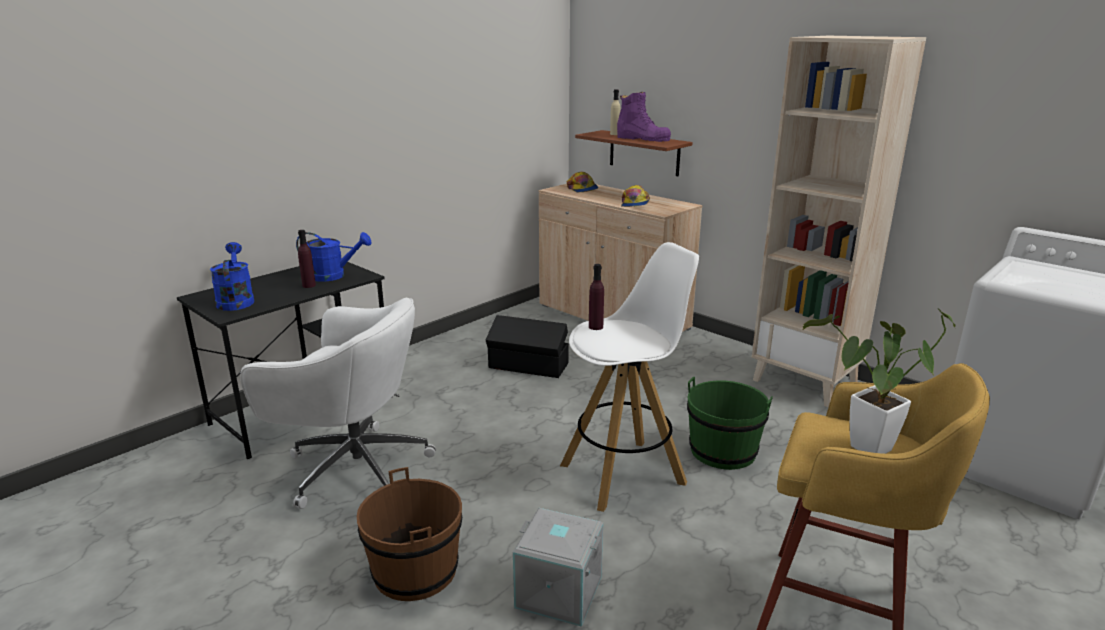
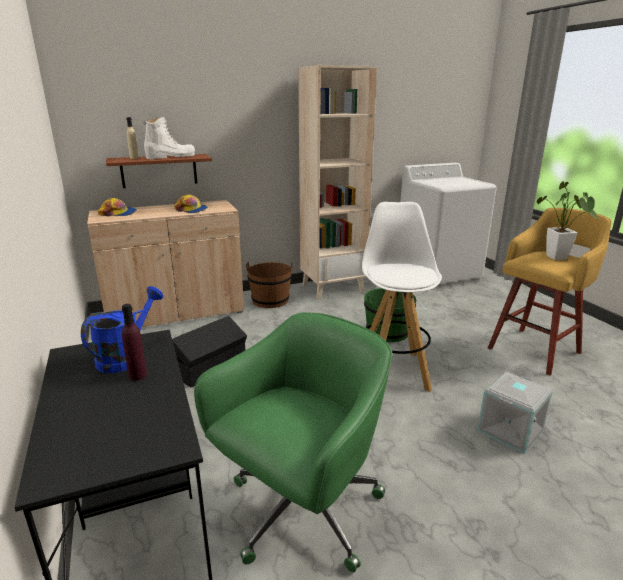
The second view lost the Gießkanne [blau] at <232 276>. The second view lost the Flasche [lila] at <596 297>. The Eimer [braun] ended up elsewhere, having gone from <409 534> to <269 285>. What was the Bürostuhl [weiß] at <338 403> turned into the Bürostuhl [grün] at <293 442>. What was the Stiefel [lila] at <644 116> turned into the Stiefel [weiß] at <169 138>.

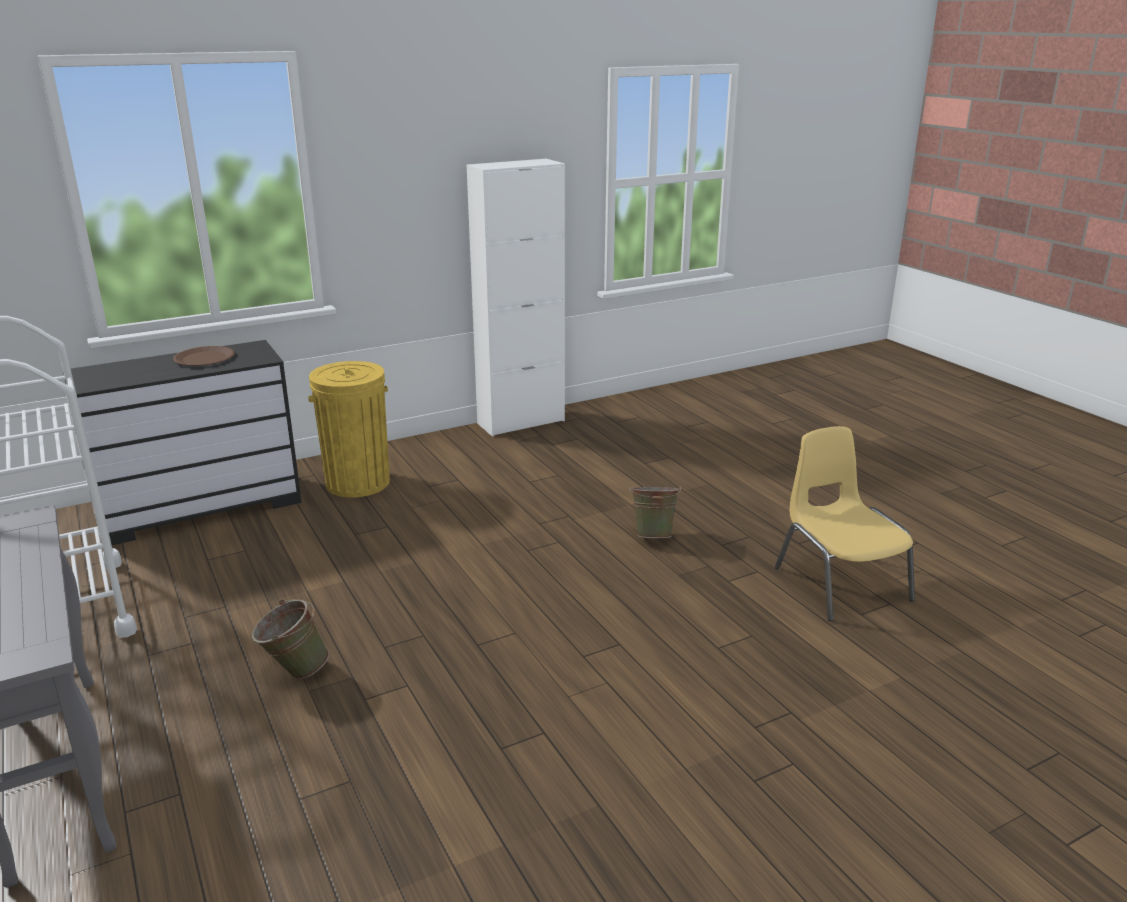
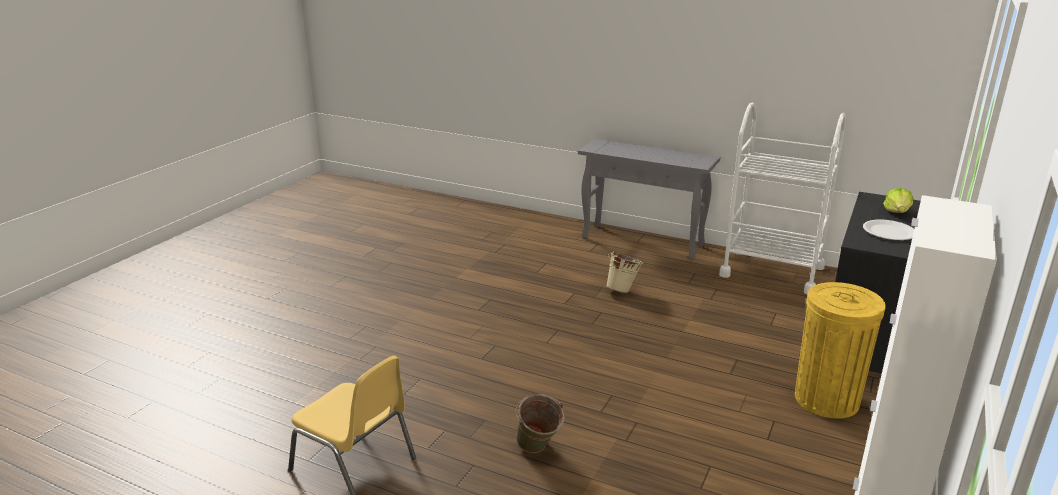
The second view gained the Salatkopf at <898 200>. What was the Teller [braun] at <204 356> turned into the Teller [weiß] at <888 229>. What was the Eimer [grün] at <290 639> turned into the Eimer [beige] at <624 272>.

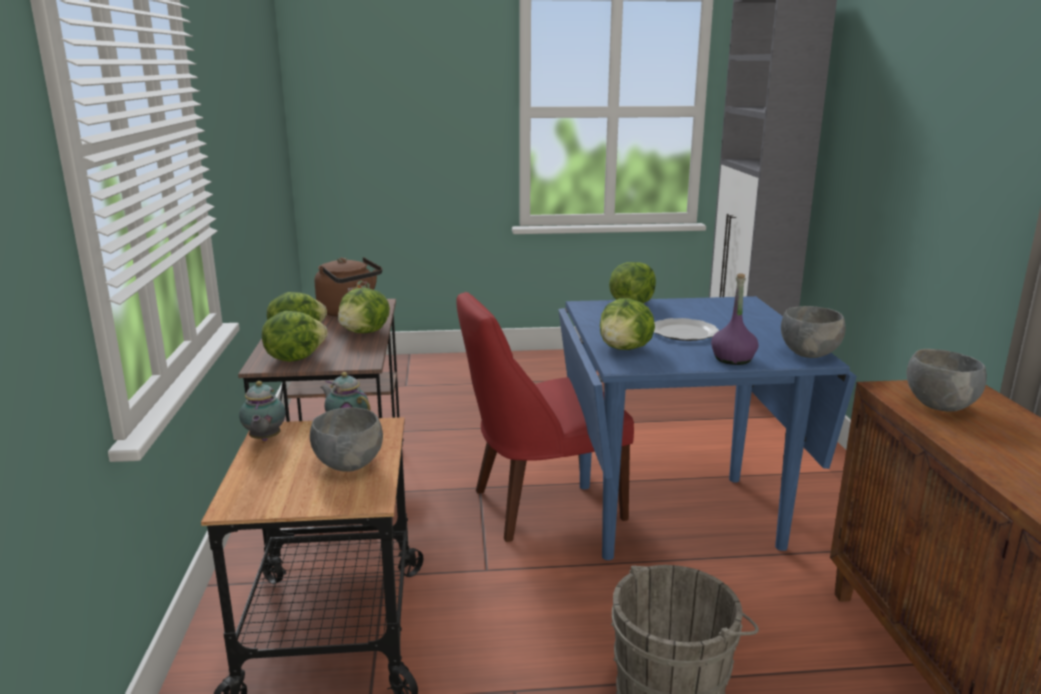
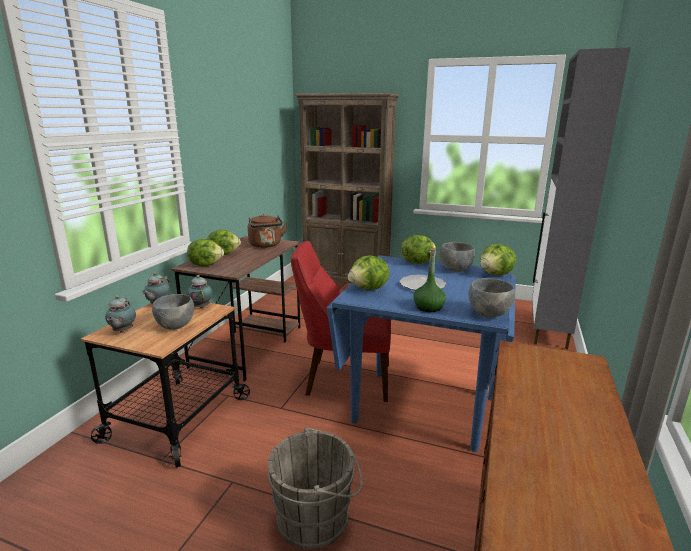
The second view gained the Teekanne at <120 314>. The second view gained the Bücherregal [braun] at <347 188>. The Salatkopf ended up elsewhere, having gone from <364 310> to <498 259>. The Schüssel [grau] ended up elsewhere, having gone from <946 380> to <457 257>. What was the Flasche [lila] at <735 319> turned into the Flasche [grün] at <429 280>.

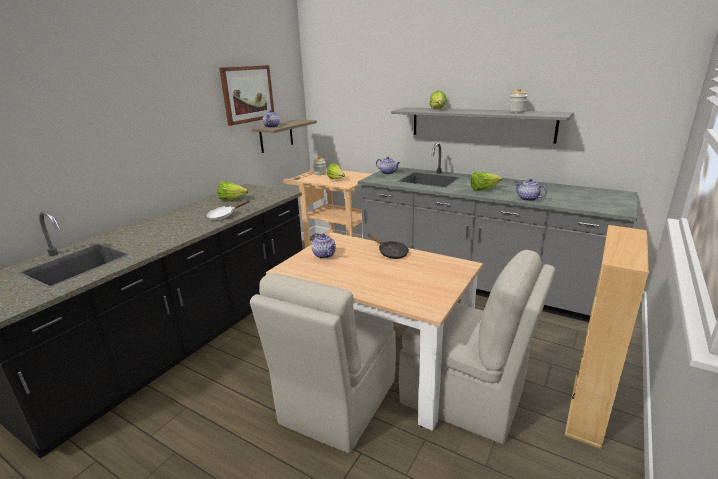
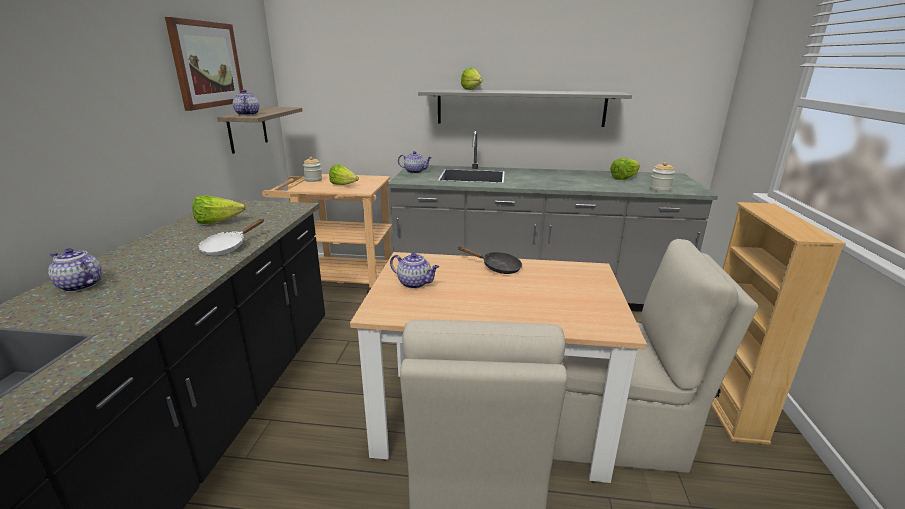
The Salatkopf ended up elsewhere, having gone from <486 181> to <625 169>. The Vorratsglas ended up elsewhere, having gone from <518 100> to <662 177>. The Teekanne ended up elsewhere, having gone from <530 190> to <75 270>.

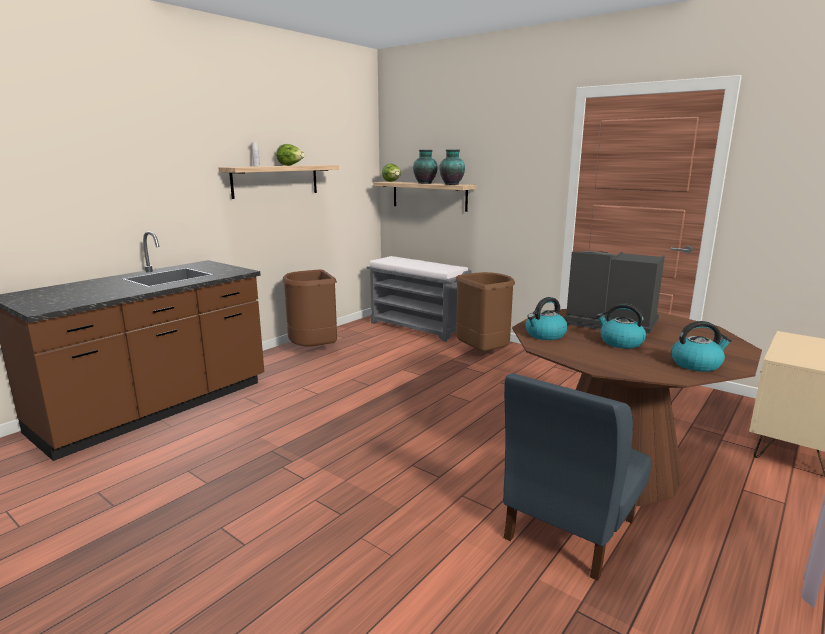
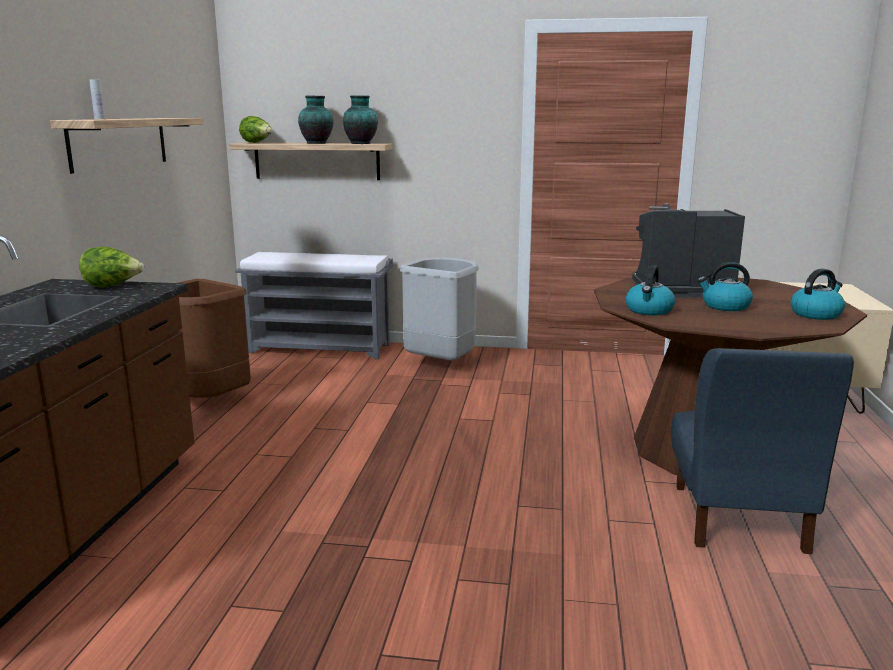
The Salatkopf ended up elsewhere, having gone from <290 155> to <112 267>. What was the Mülleimer [braun] at <485 312> turned into the Mülleimer [grau] at <439 309>.

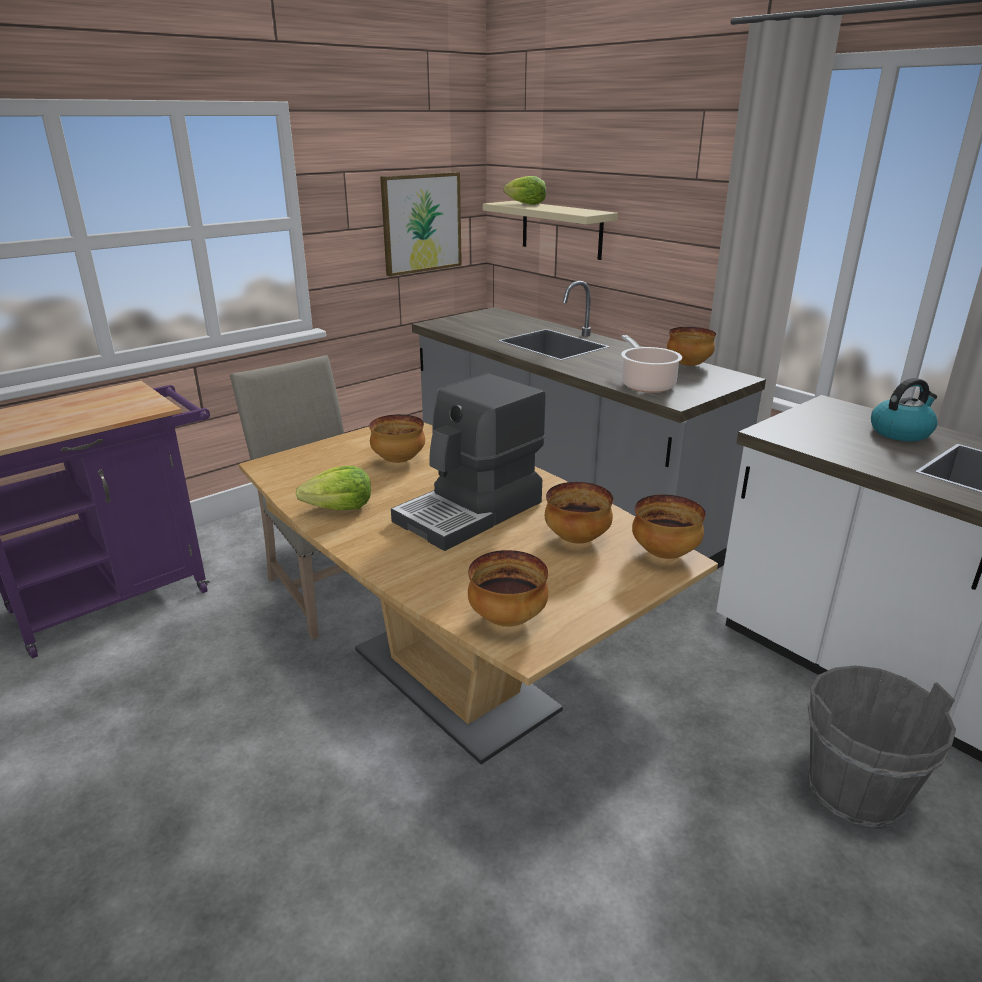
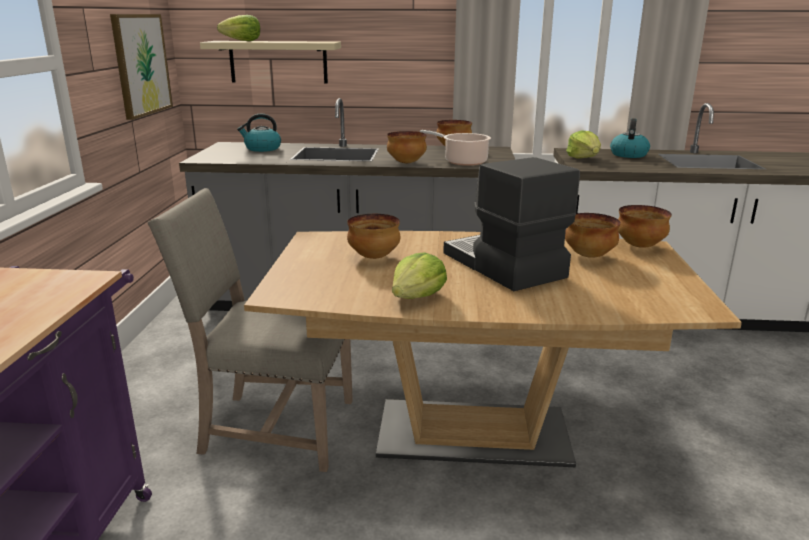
The second view lost the Eimer [grau] at <882 747>. The second view gained the Wasserkessel at <259 133>. The second view gained the Salatkopf at <583 144>. The Schüssel ended up elsewhere, having gone from <508 588> to <407 147>. The Kaffeemaschine at <468 462> ended up facing another way, 150 degrees clockwise from before.

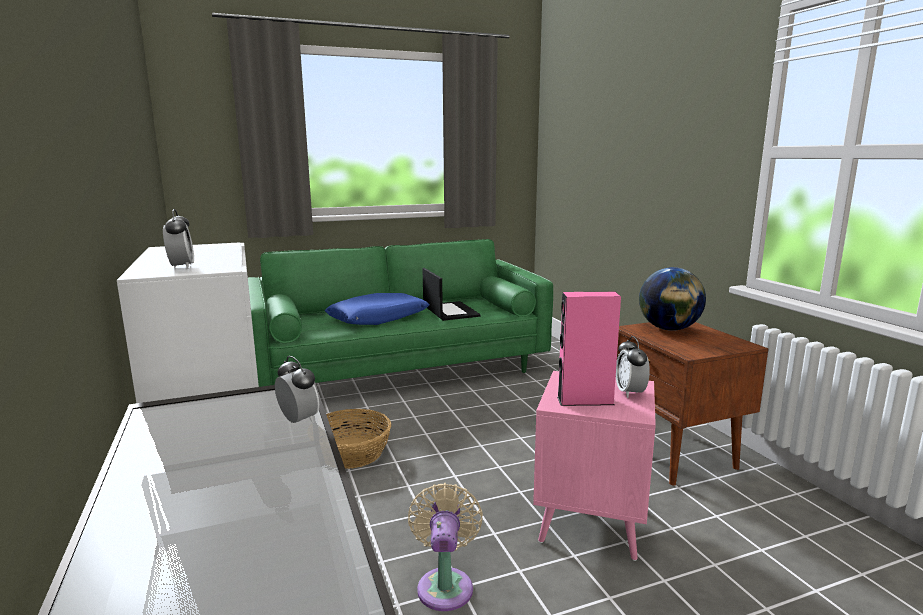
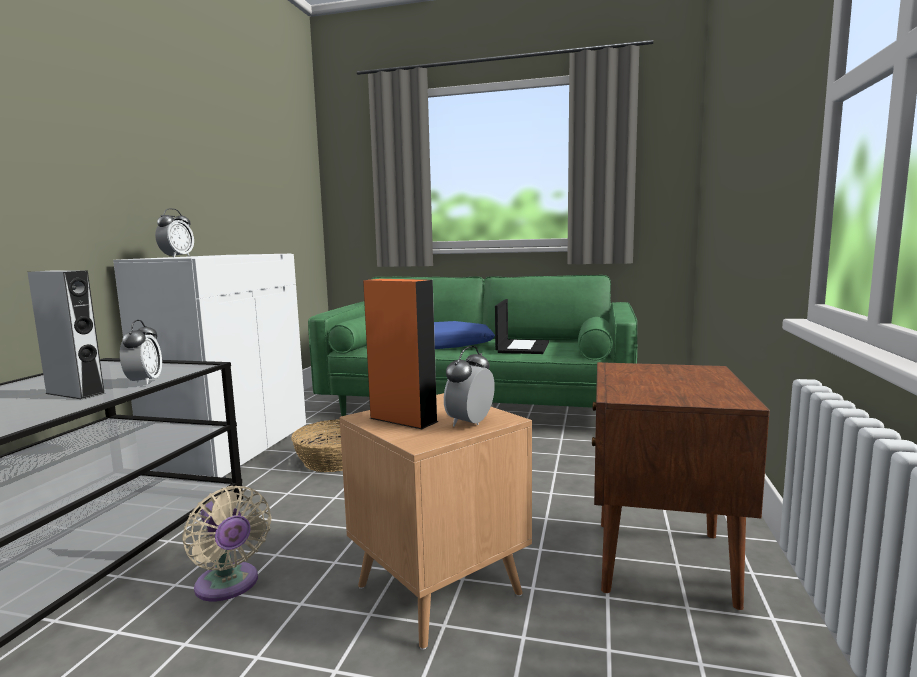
The second view lost the Globus at <672 299>. The second view gained the Lautsprecher [grau] at <66 335>. What was the Beistelltisch [rosa] at <594 466> turned into the Beistelltisch [braun] at <435 521>. What was the Lautsprecher [rosa] at <589 349> turned into the Lautsprecher [orange] at <401 354>. The Ventilator [beige] at <445 547> ended up facing another way, 105 degrees clockwise from before.

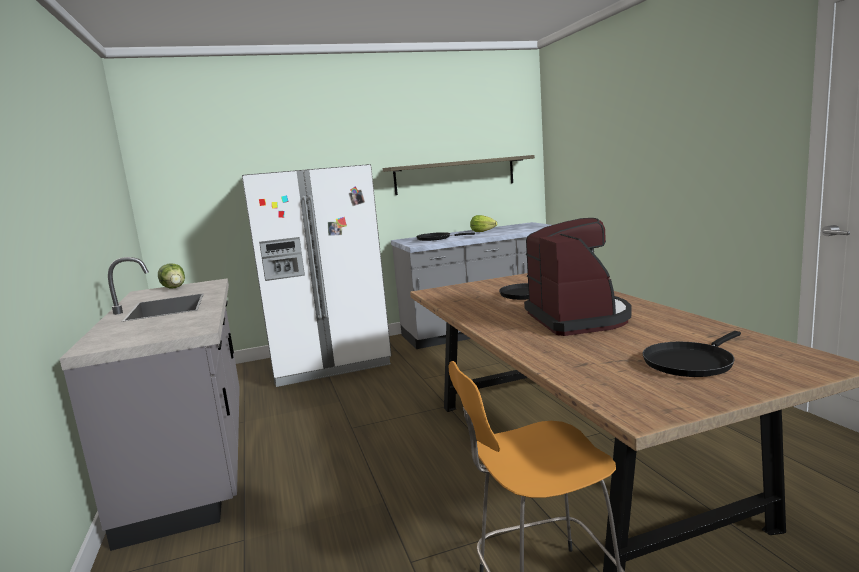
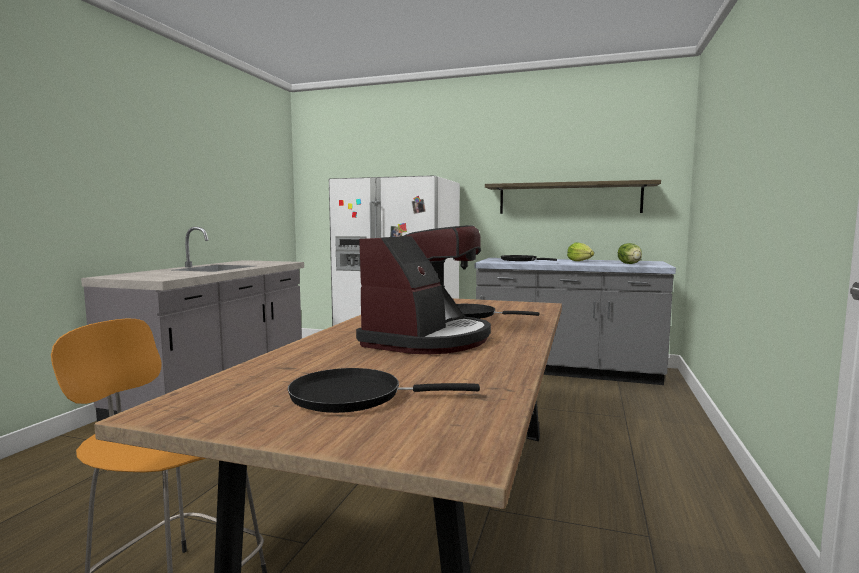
The Salatkopf ended up elsewhere, having gone from <171 276> to <630 253>.

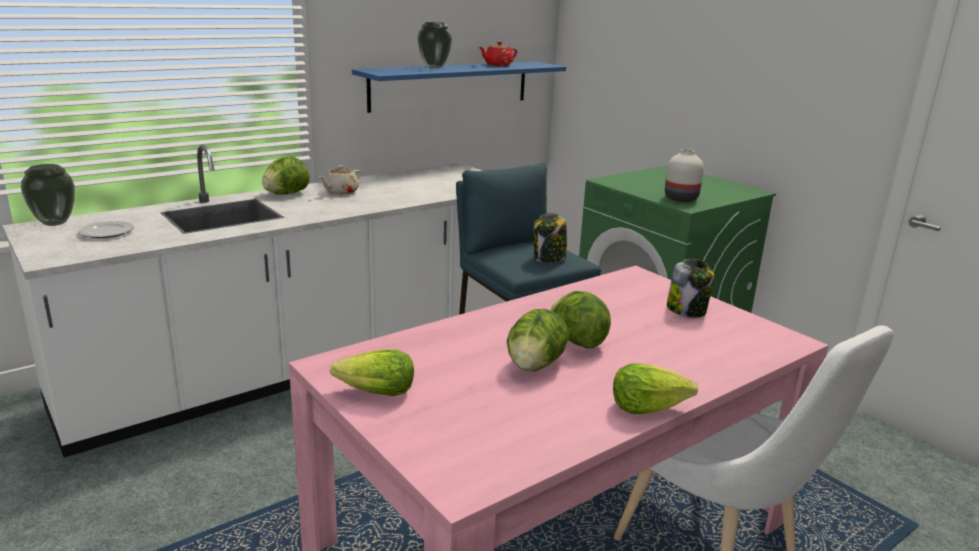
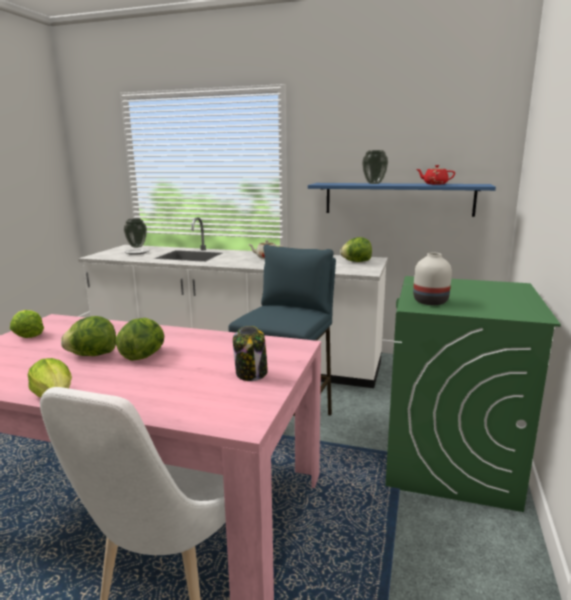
The second view lost the Vorratsglas at <550 238>. The Salatkopf ended up elsewhere, having gone from <286 176> to <356 249>.

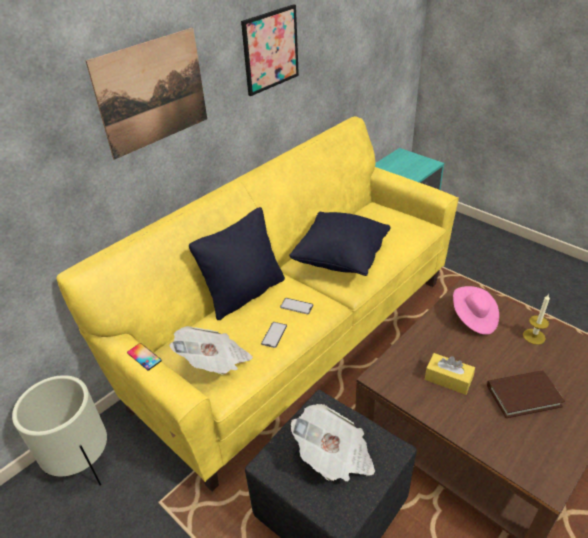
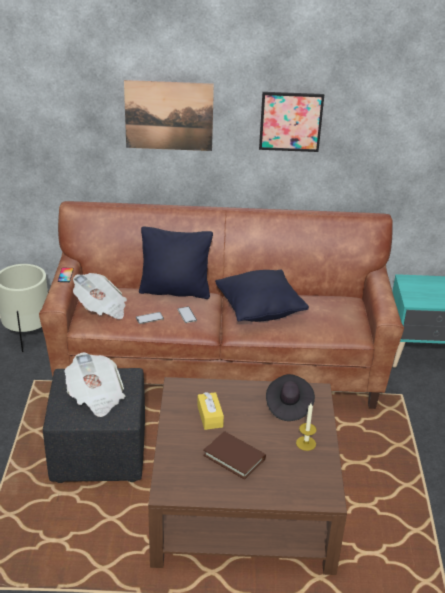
What was the Sofa [gelb] at <258 303> turned into the Sofa [braun] at <221 305>. What was the Hut [rosa] at <476 310> turned into the Hut [schwarz] at <290 397>.

